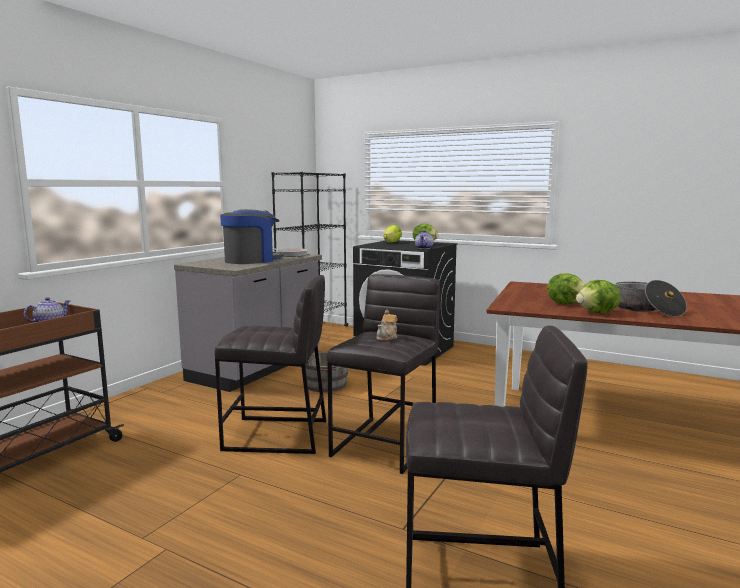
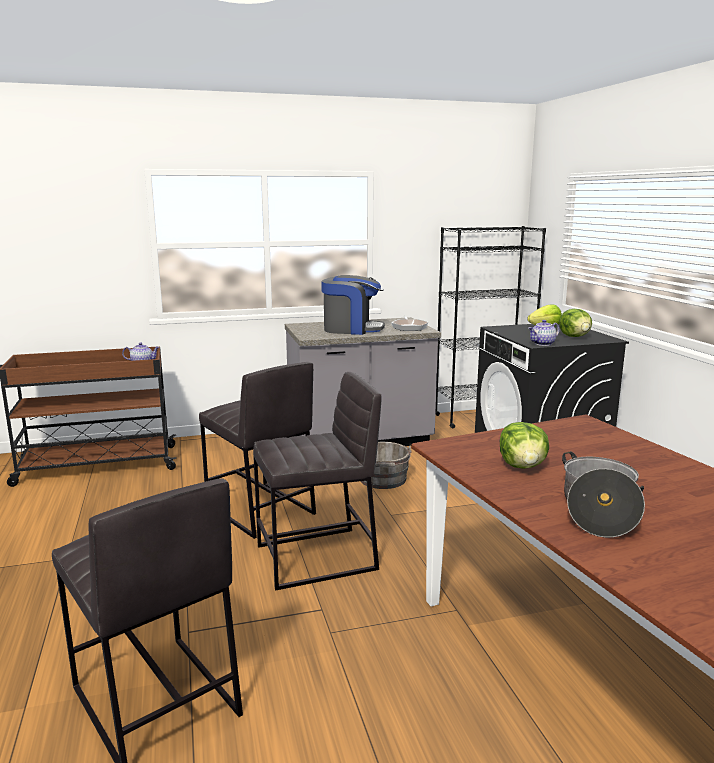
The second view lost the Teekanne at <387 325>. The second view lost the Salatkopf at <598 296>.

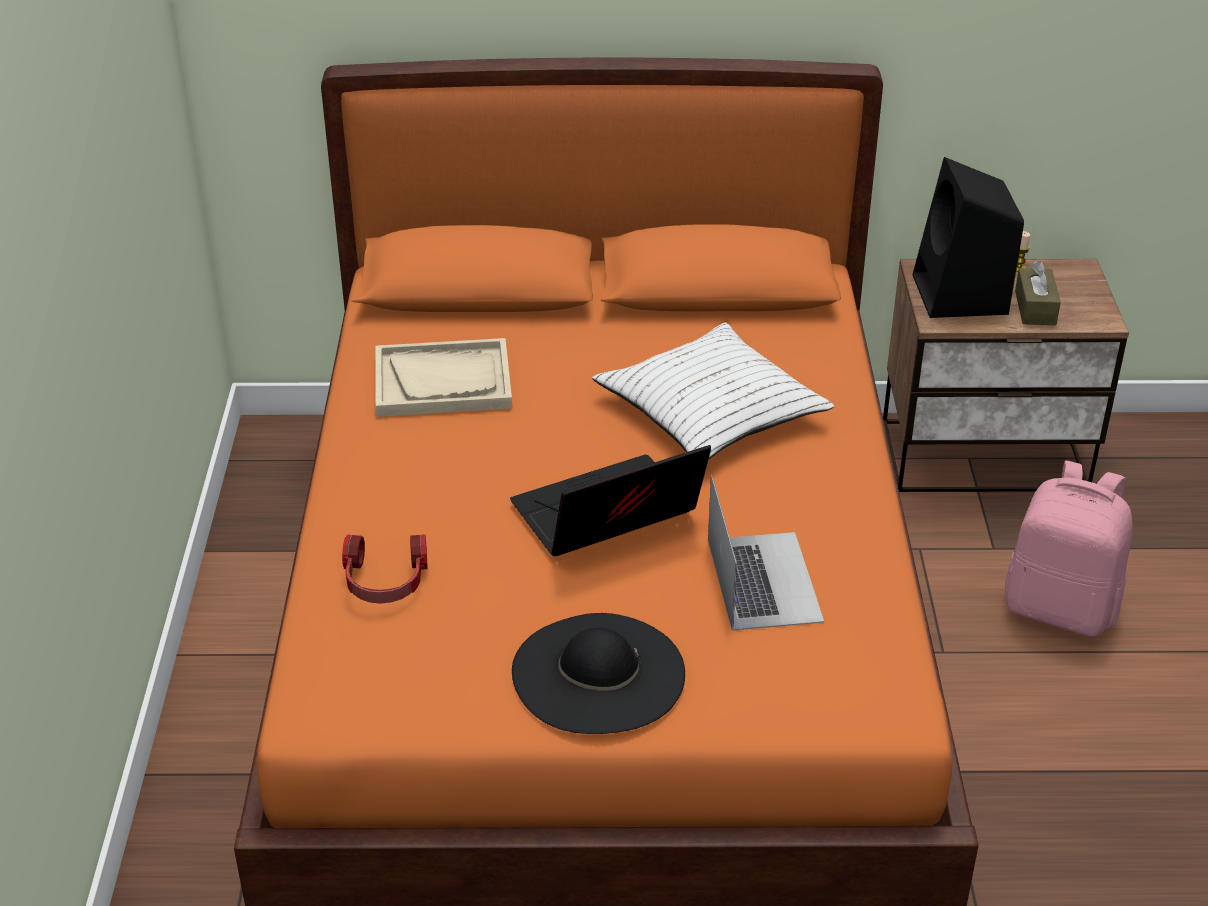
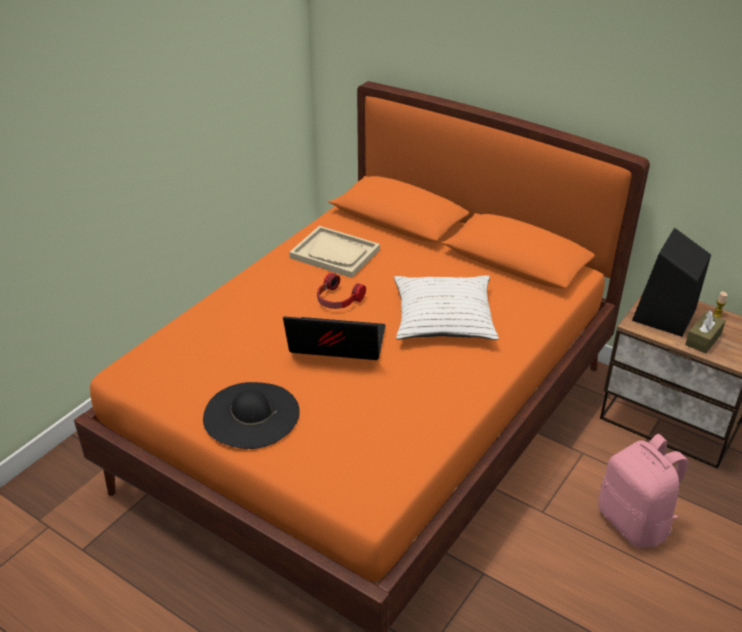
The second view lost the Laptop at <766 553>. The Kopfhörer ended up elsewhere, having gone from <385 569> to <341 290>.

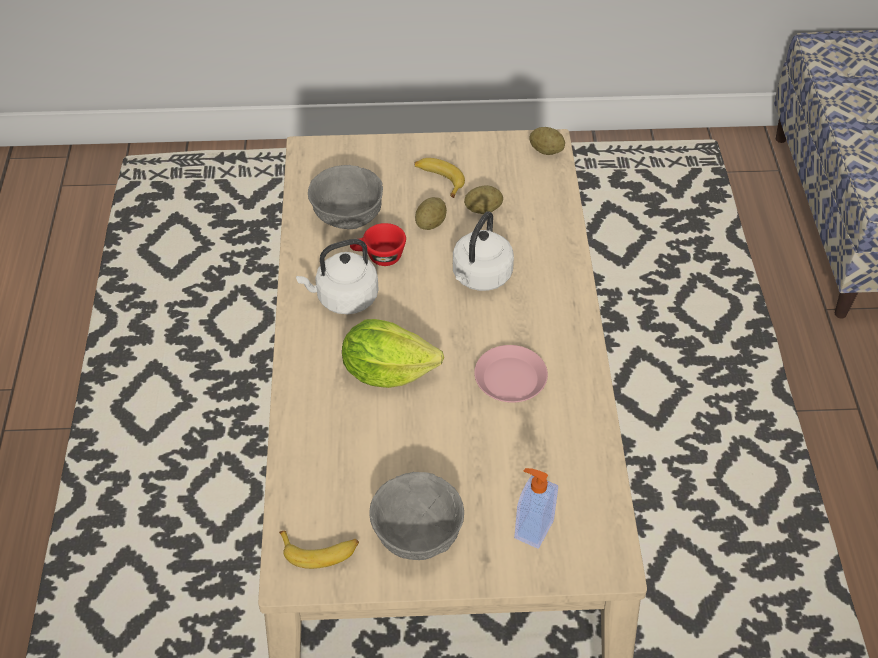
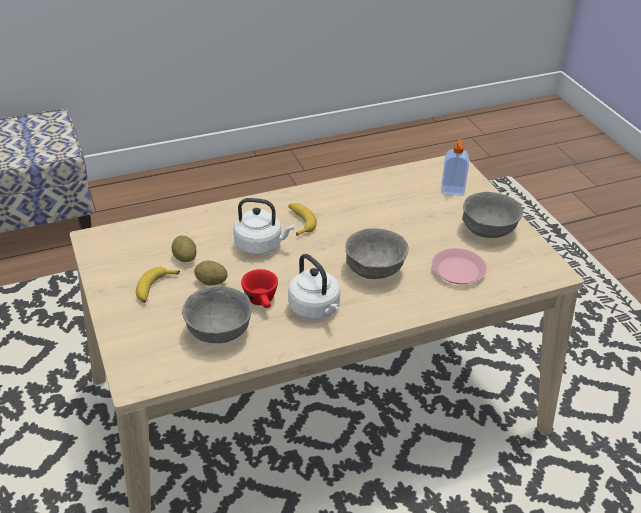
The second view lost the Kartoffel at <547 141>. The Banane ended up elsewhere, having gone from <319 550> to <302 220>. The Teller [rosa] ended up elsewhere, having gone from <511 374> to <459 266>. Where the Salatkopf stood at <393 353>, the Schüssel [grau] came to stand at <376 253>.

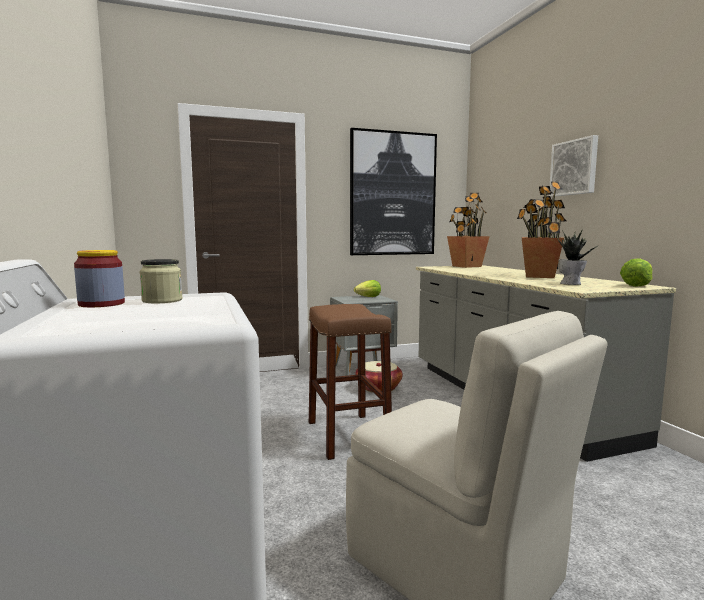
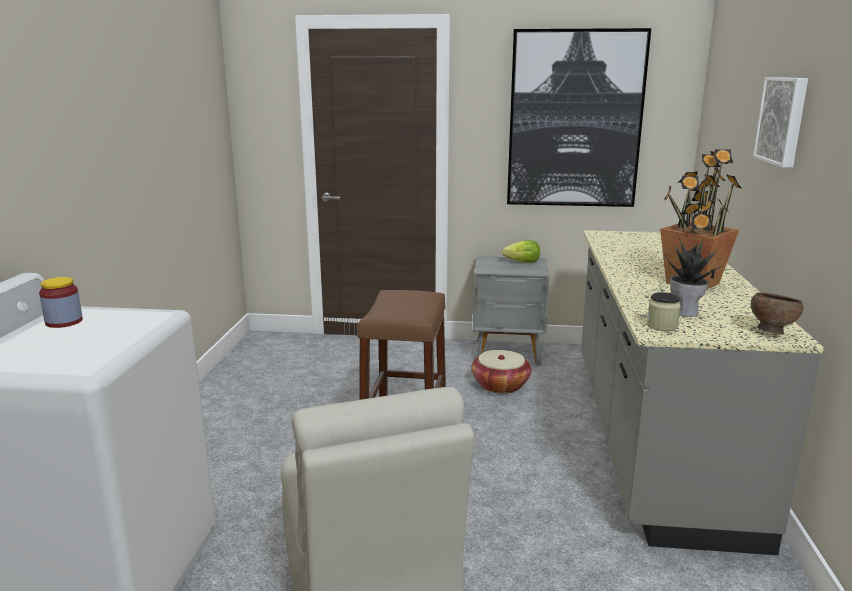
The second view lost the Topfpflanze at <468 230>. The Vorratsglas ended up elsewhere, having gone from <161 281> to <664 311>. Where the Salatkopf stood at <636 272>, the Schüssel [braun] came to stand at <777 313>.

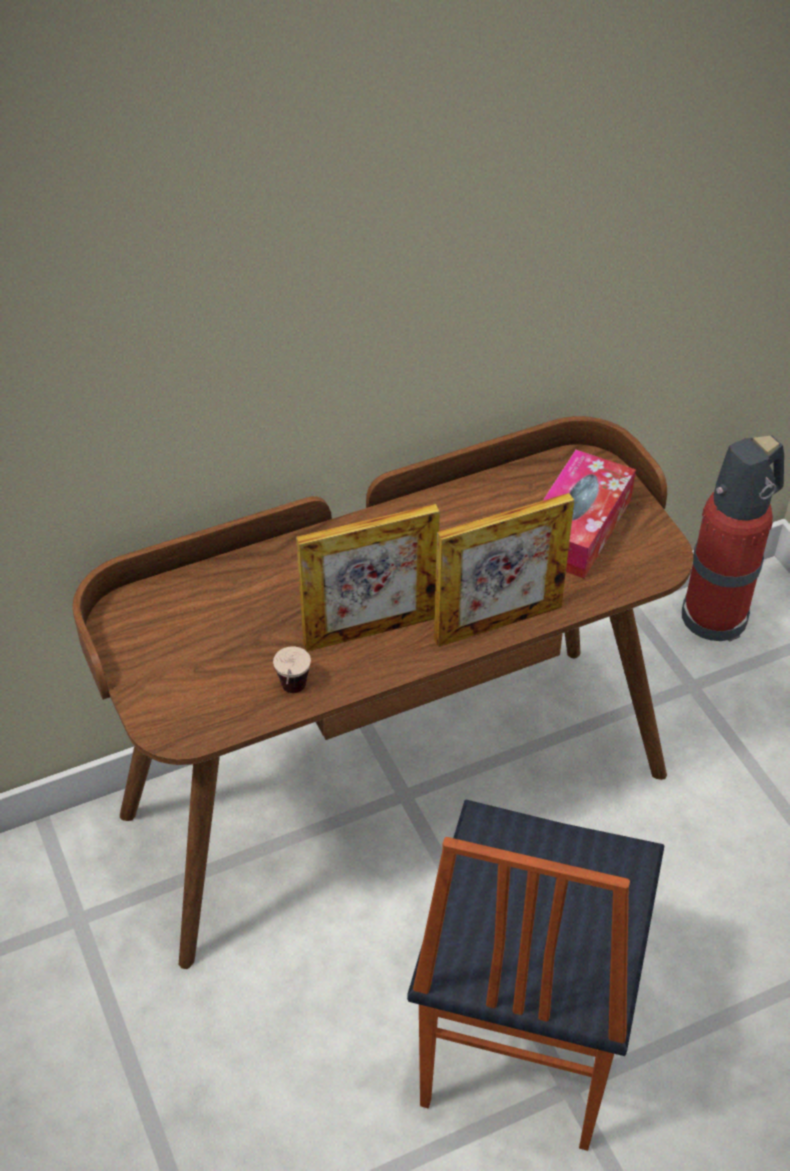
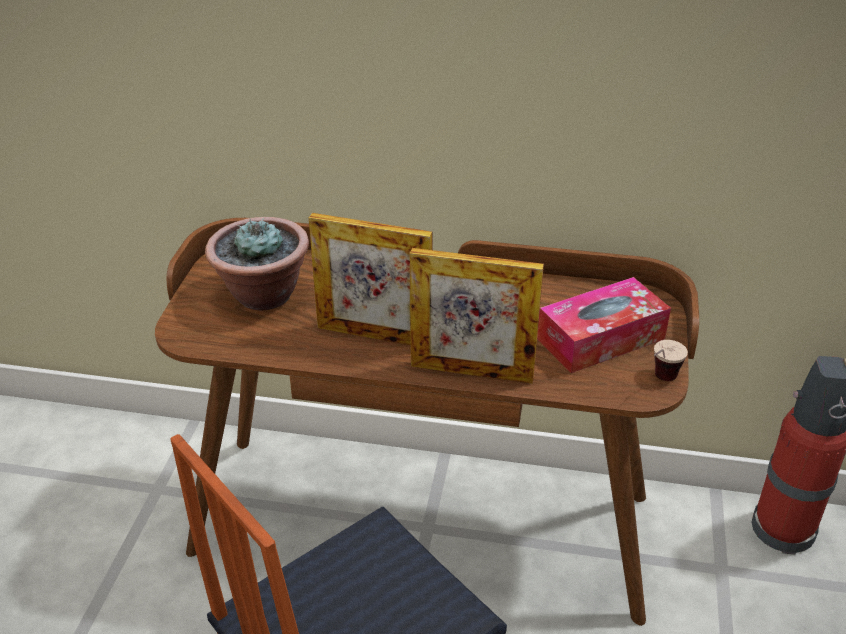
The second view gained the Topfpflanze at <257 263>. The Tasse ended up elsewhere, having gone from <292 669> to <671 360>.

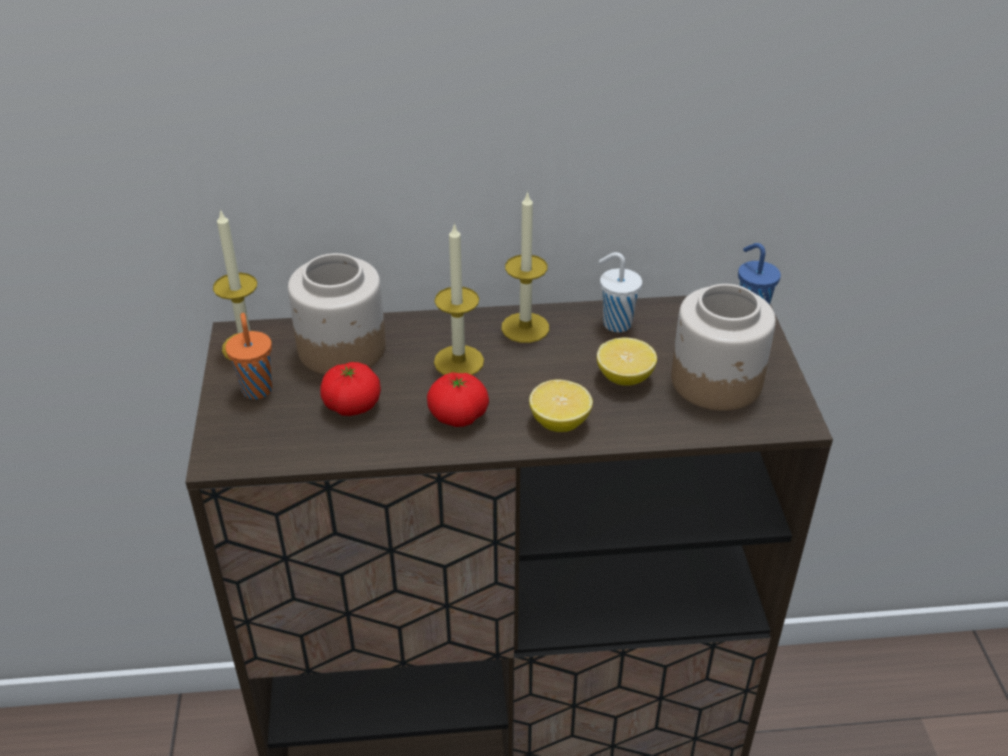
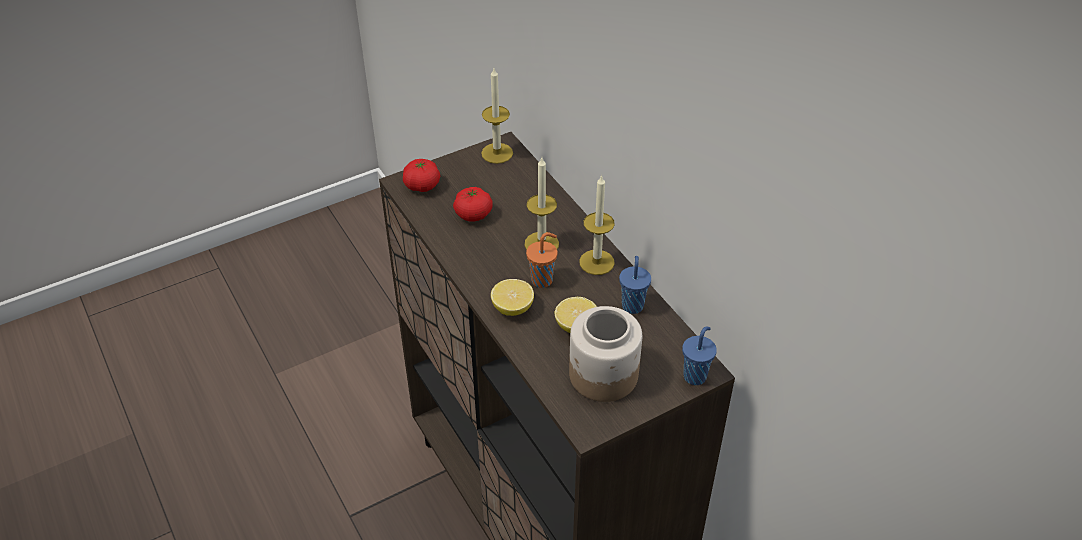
The second view lost the Vorratsglas at <337 314>. The Tasse [orange] ended up elsewhere, having gone from <249 356> to <541 260>. The Tomate ended up elsewhere, having gone from <458 399> to <421 175>. What was the Tasse [weiß] at <620 292> turned into the Tasse [blau] at <635 285>.

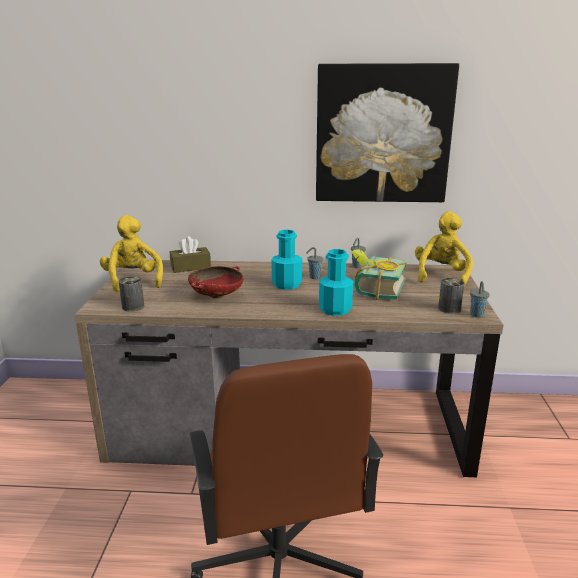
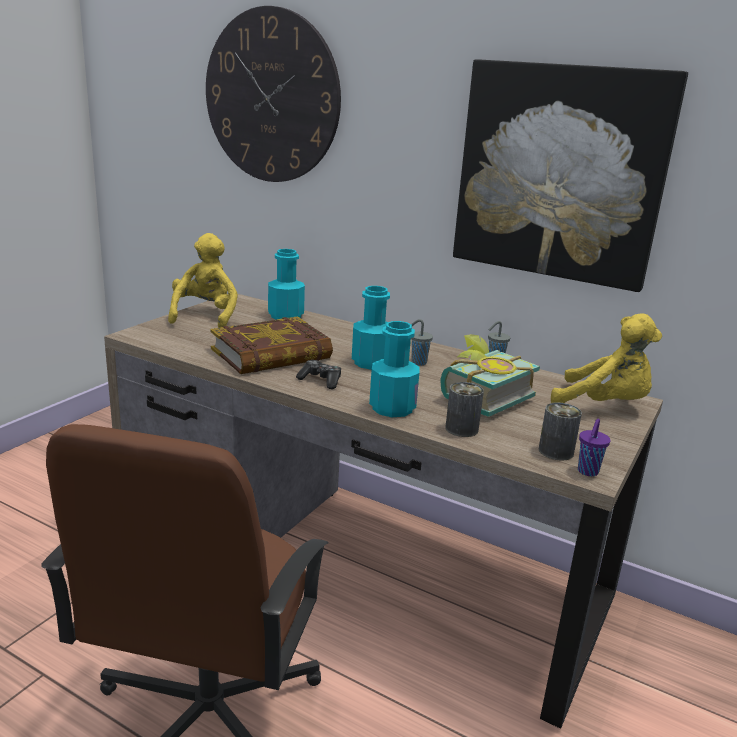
The second view gained the Wanduhr at <273 94>. The second view gained the Gamepad at <318 374>. The Dose ended up elsewhere, having gone from <131 294> to <464 409>. Where the Taschentuchbox [braun] stood at <190 254>, the Flasche [türkis] came to stand at <286 284>. Where the Schüssel [rot] stood at <215 282>, the Buch came to stand at <271 345>. What was the Tasse [grau] at <480 299> turned into the Tasse [lila] at <594 447>. The Plüschtier [gelb] at <444 248> ended up facing another way, 75 degrees clockwise from before.

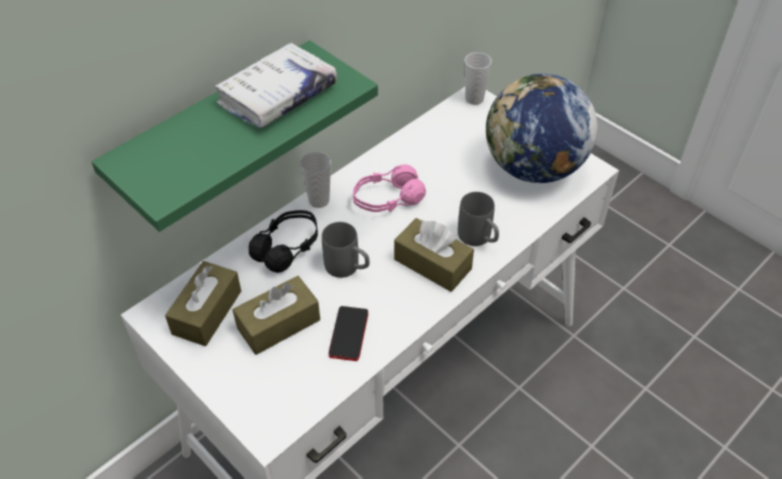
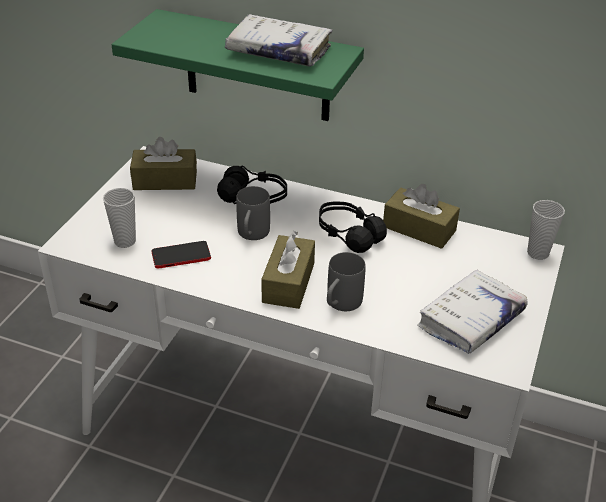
The Taschentuchbox [braun] ended up elsewhere, having gone from <276 315> to <421 216>. The Tasse ended up elsewhere, having gone from <315 180> to <119 218>. Where the Globus stood at <542 128>, the Buch [weiß] came to stand at <472 311>. What was the Kopfhörer [rosa] at <389 188> turned into the Kopfhörer [schwarz] at <353 227>.

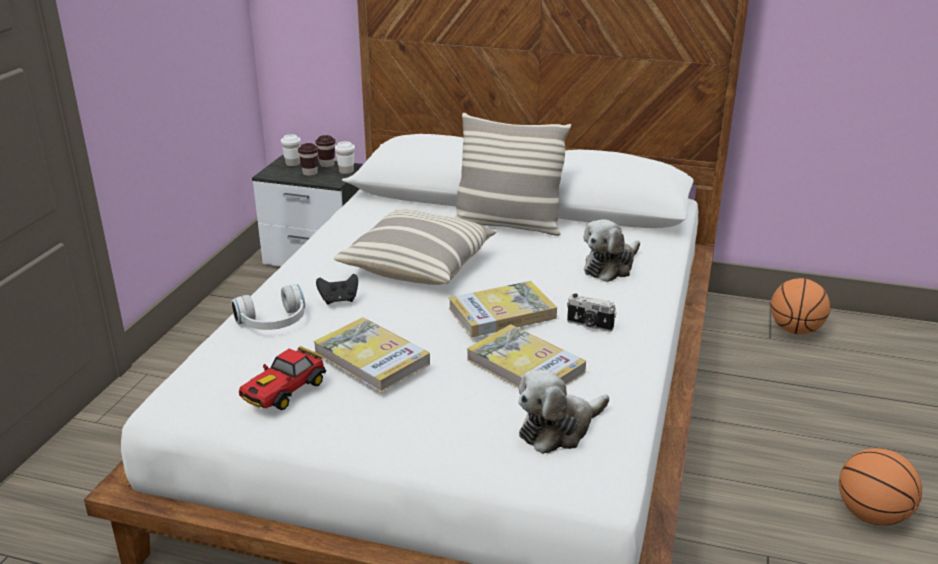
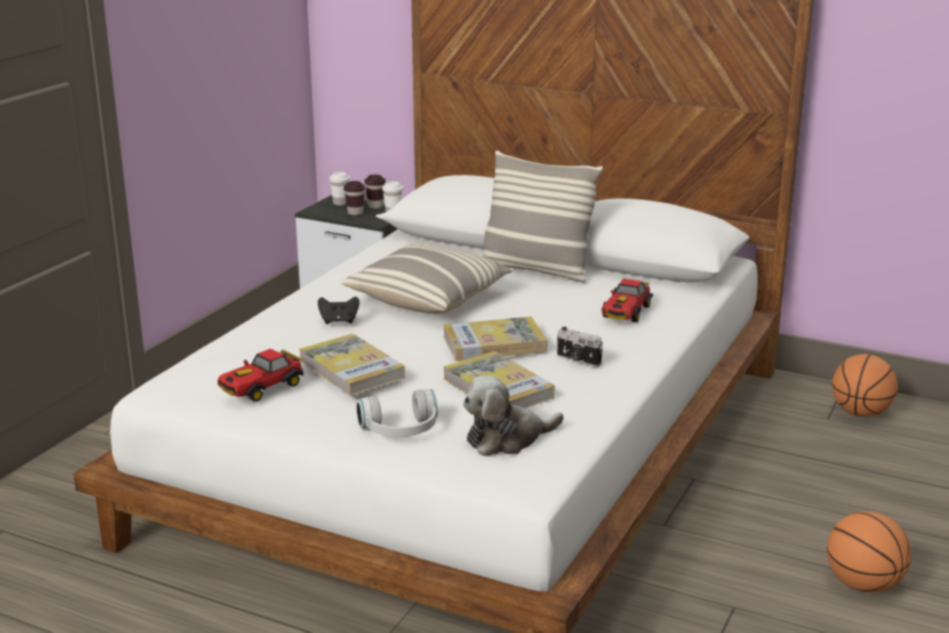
The Kopfhörer [weiß] ended up elsewhere, having gone from <268 307> to <397 413>. Where the Plüschtier stood at <611 250>, the Spielzeugauto came to stand at <627 300>.

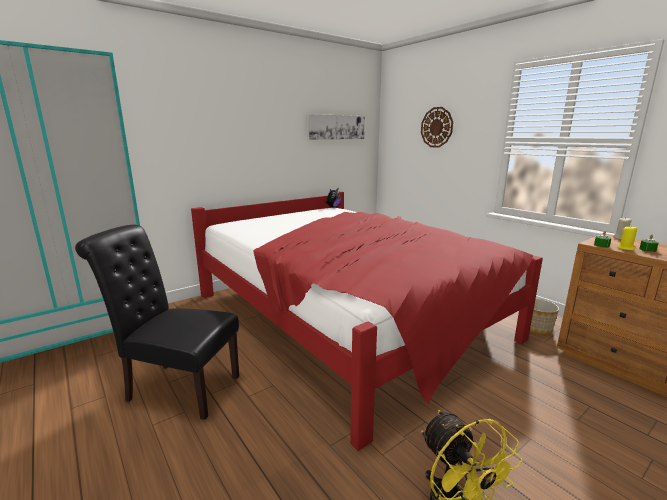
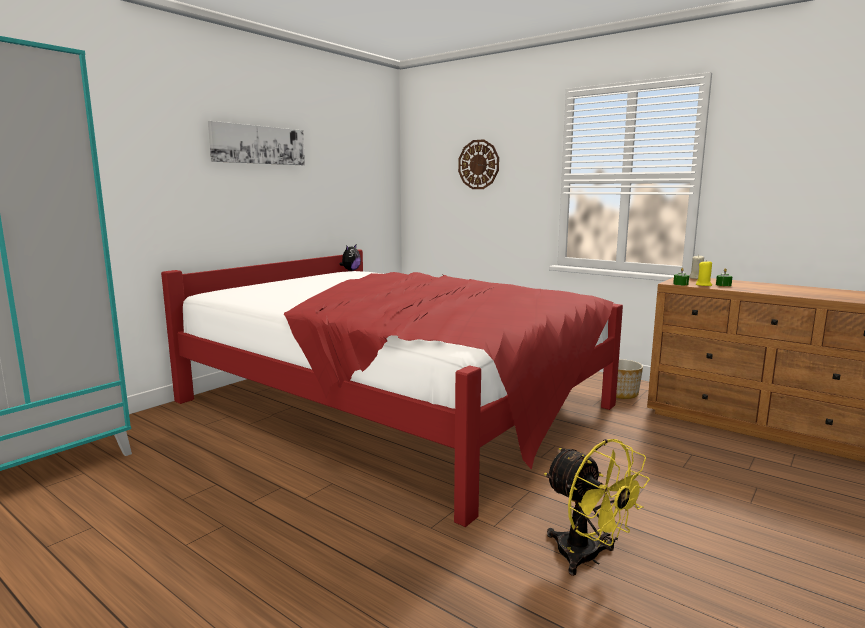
The second view lost the Stuhl [schwarz] at <157 322>. The Bild ended up elsewhere, having gone from <336 127> to <256 143>.

